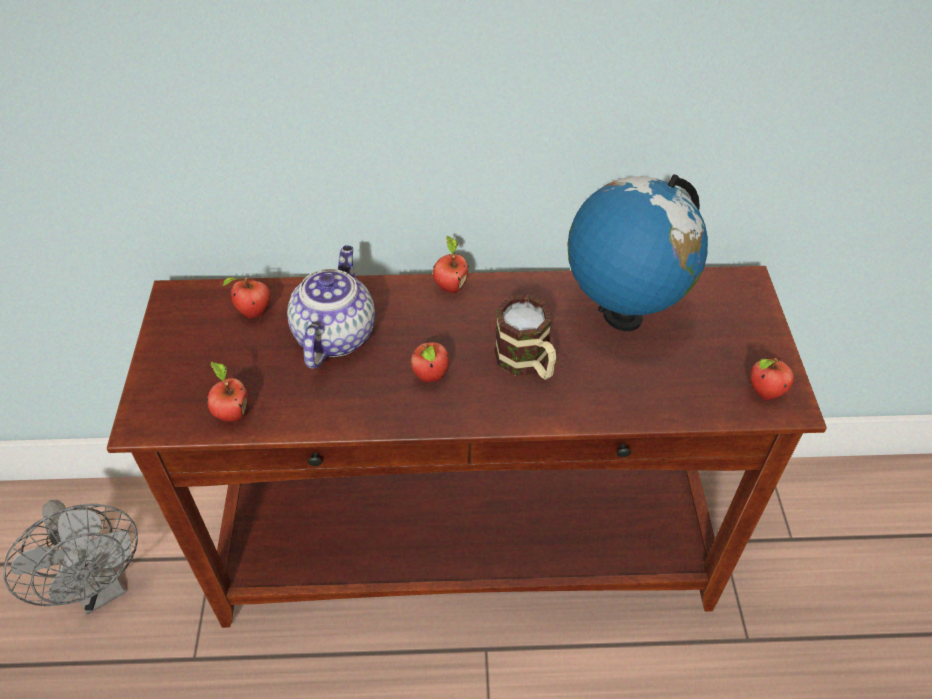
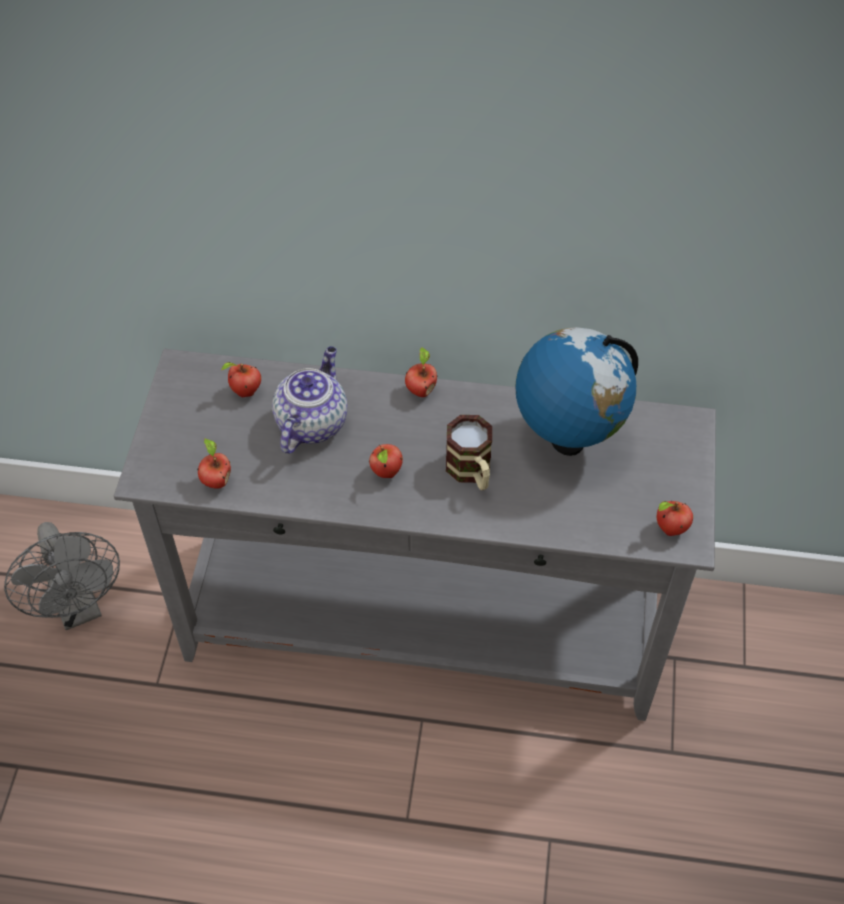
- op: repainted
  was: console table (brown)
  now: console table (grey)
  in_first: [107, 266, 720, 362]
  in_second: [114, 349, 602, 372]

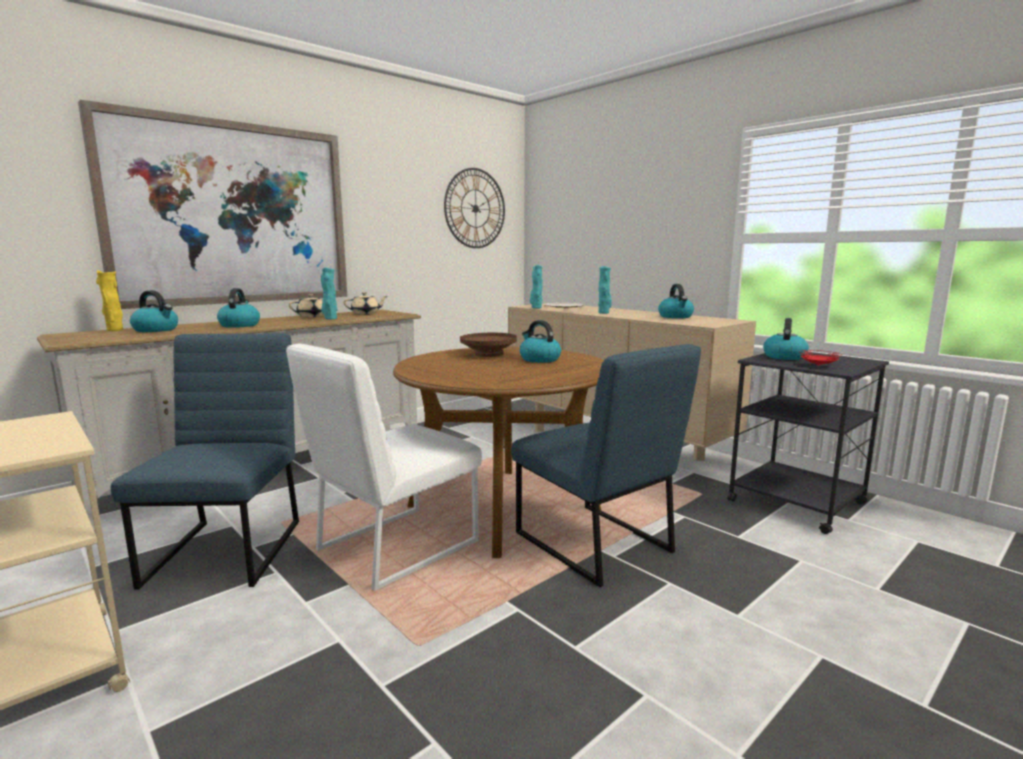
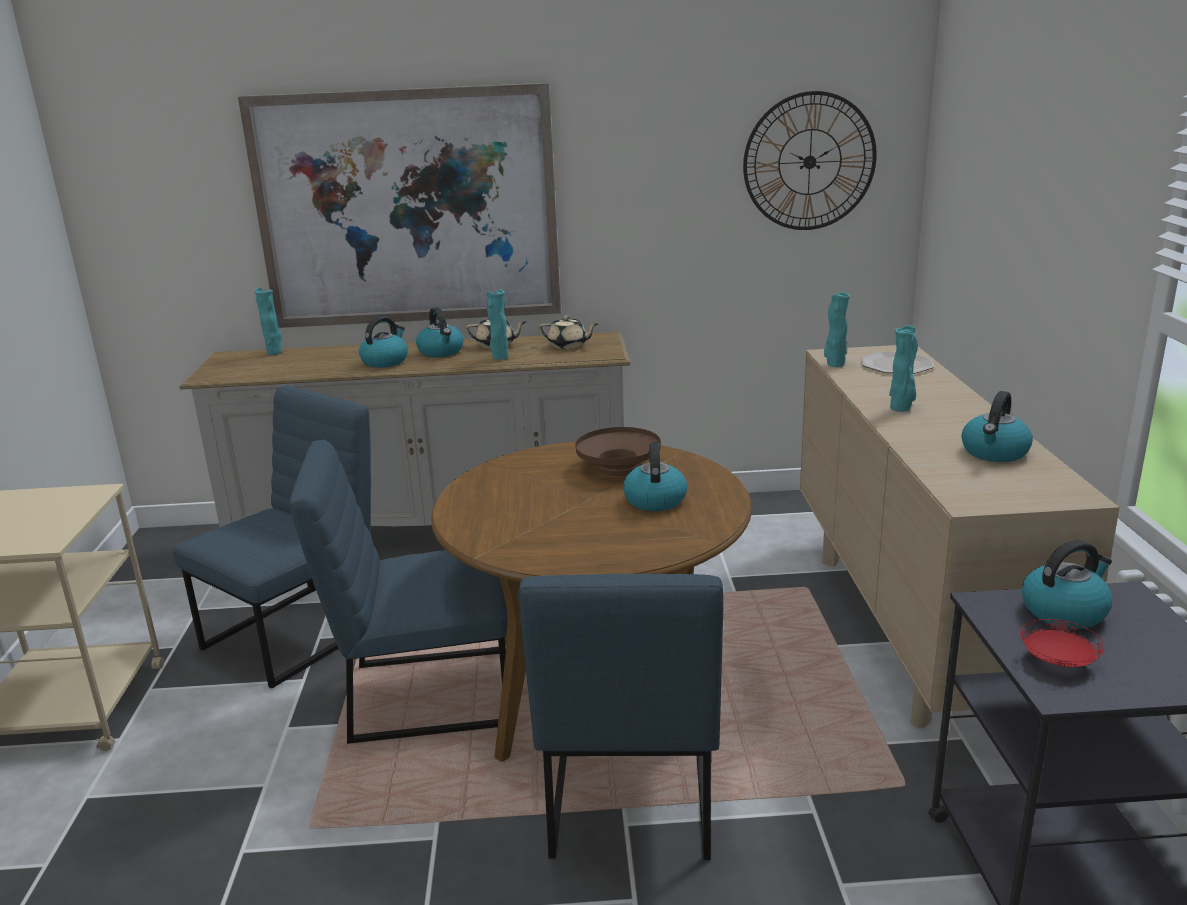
- op: repainted
  was: vase (yellow)
  now: vase (turquoise)
  in_first: [96, 270, 27, 61]
  in_second: [255, 287, 27, 68]
- op: shifted
  was: kettle
  in_first: [130, 290, 48, 42]
  in_second: [416, 307, 48, 50]
- op: repainted
  was: chair (white)
  now: chair (blue)
  in_first: [286, 344, 196, 247]
  in_second: [289, 440, 218, 304]

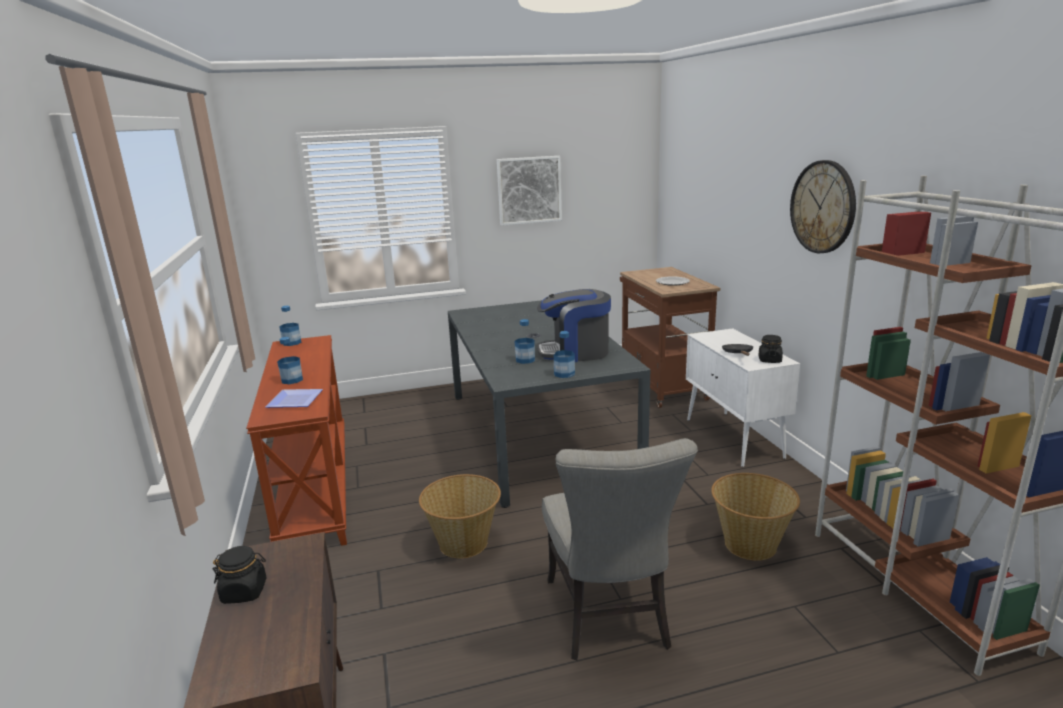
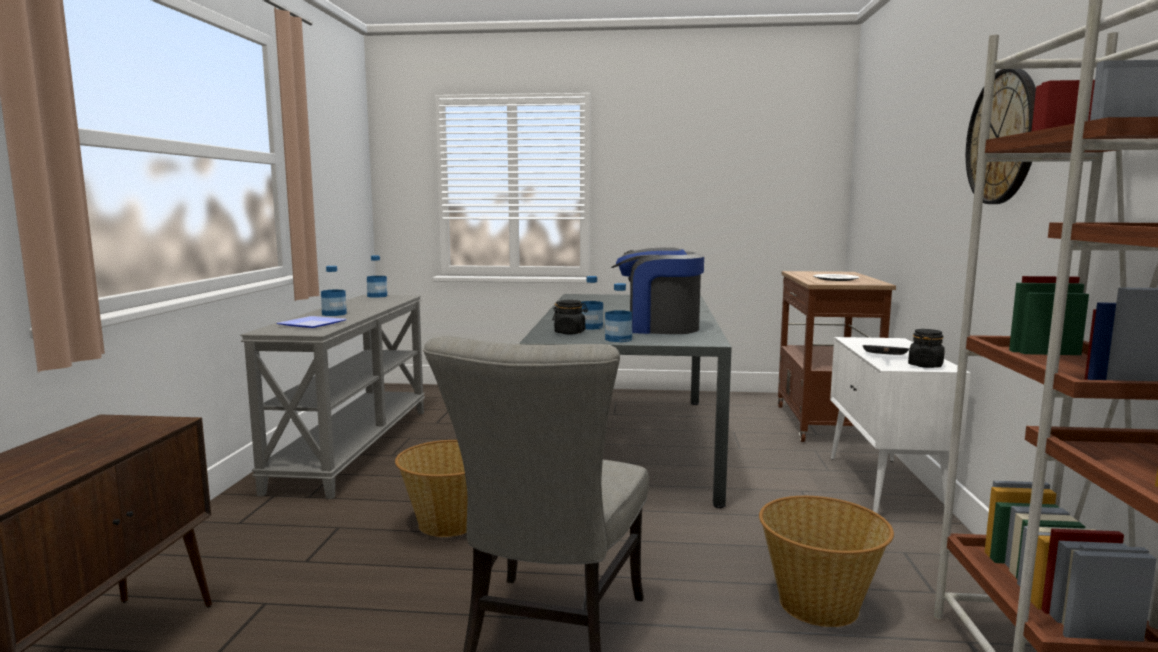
- op: gone
  was: picture
  in_first: [497, 156, 65, 70]
- op: repainted
  was: console table (brown)
  now: console table (grey)
  in_first: [246, 335, 101, 211]
  in_second: [240, 295, 185, 204]
- op: shifted
  was: jar (black)
  in_first: [213, 546, 54, 58]
  in_second: [552, 300, 36, 34]

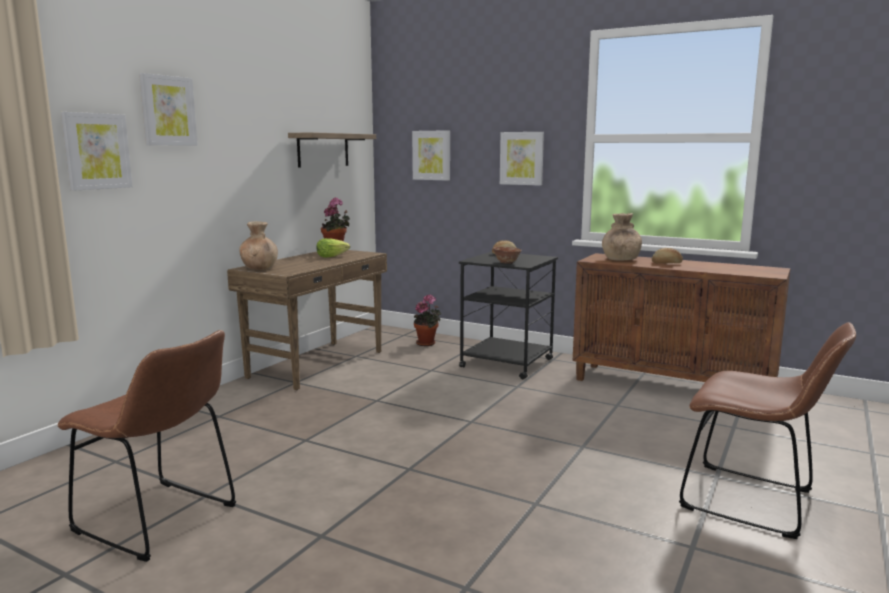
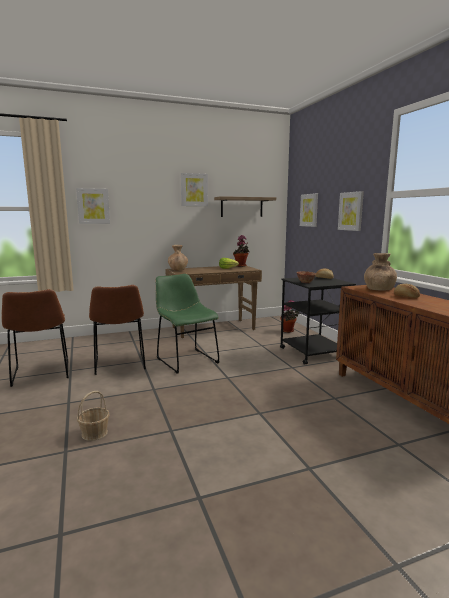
- op: shifted
  was: picture
  in_first: [139, 73, 59, 72]
  in_second: [181, 173, 27, 33]
- op: shifted
  was: chair (brown)
  in_first: [679, 322, 177, 217]
  in_second: [89, 285, 57, 90]
- op: new
  now: chair (green)
  in_second: [156, 274, 64, 100]
- op: new
  now: basket
  in_second: [77, 391, 33, 50]

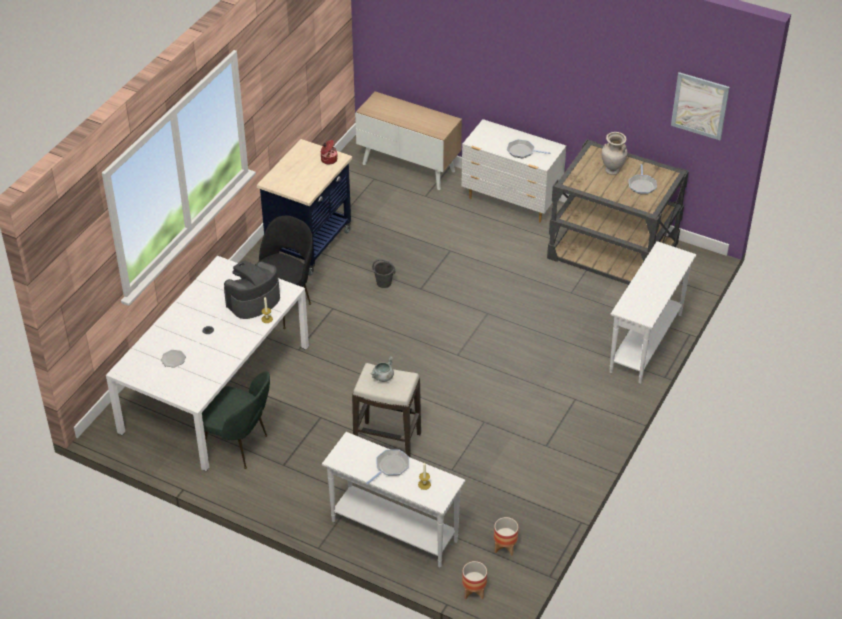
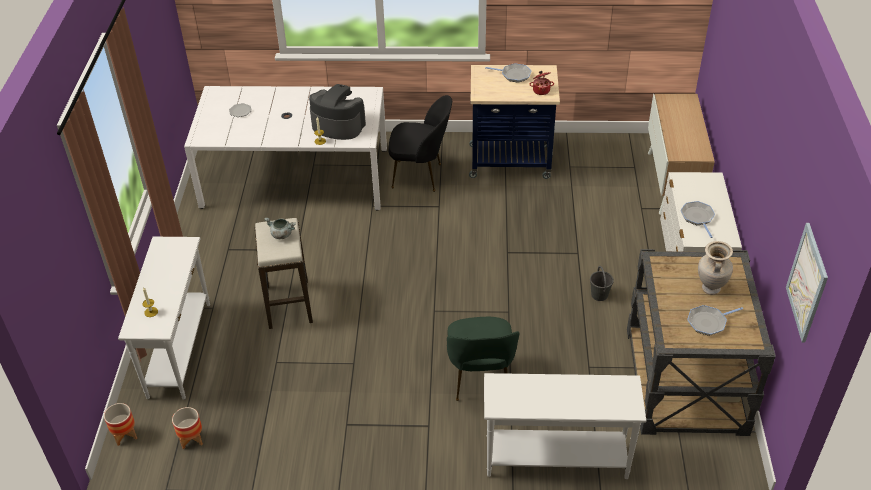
- op: shifted
  was: bucket (grey)
  in_first: [372, 259, 23, 29]
  in_second: [590, 266, 24, 35]
- op: shifted
  was: chair (green)
  in_first: [202, 371, 68, 98]
  in_second: [447, 317, 72, 84]
- op: shifted
  was: frying pan
  in_first: [366, 449, 43, 35]
  in_second: [485, 63, 46, 20]

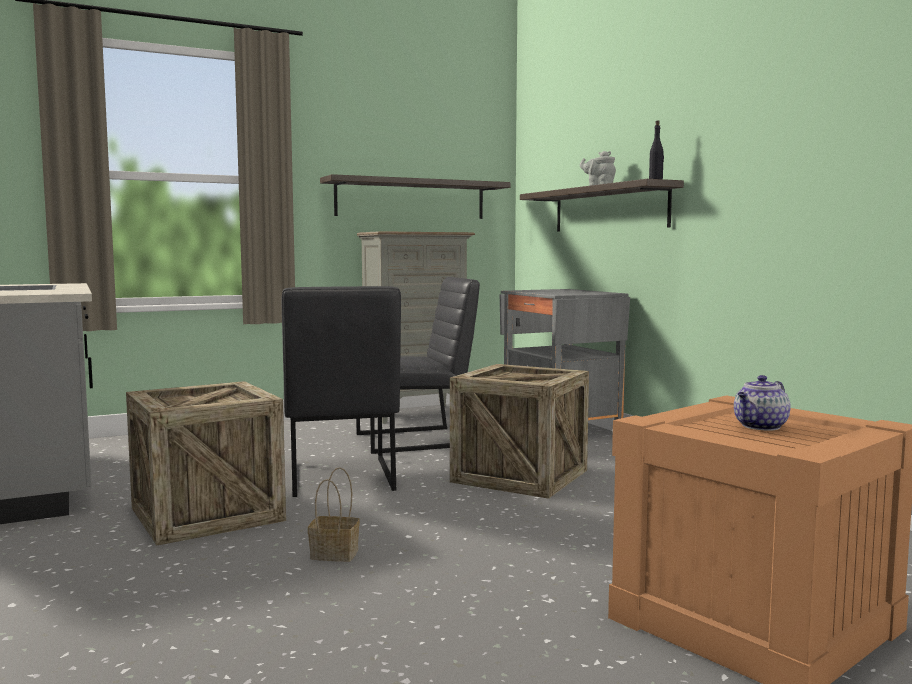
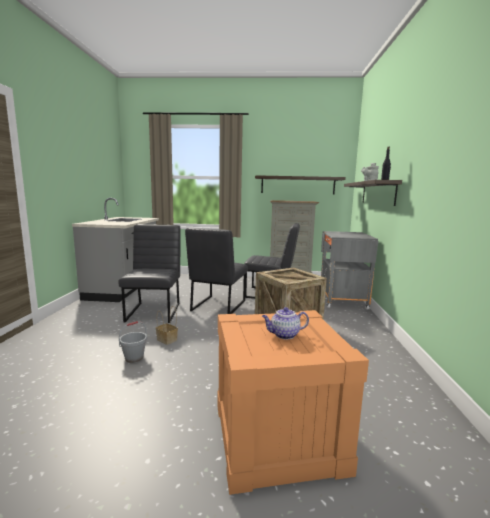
- op: swapped
  was: crate
  now: chair (grey)
  in_first: [126, 381, 160, 165]
  in_second: [118, 224, 63, 99]
- op: new
  now: bucket (grey)
  in_second: [119, 321, 28, 42]

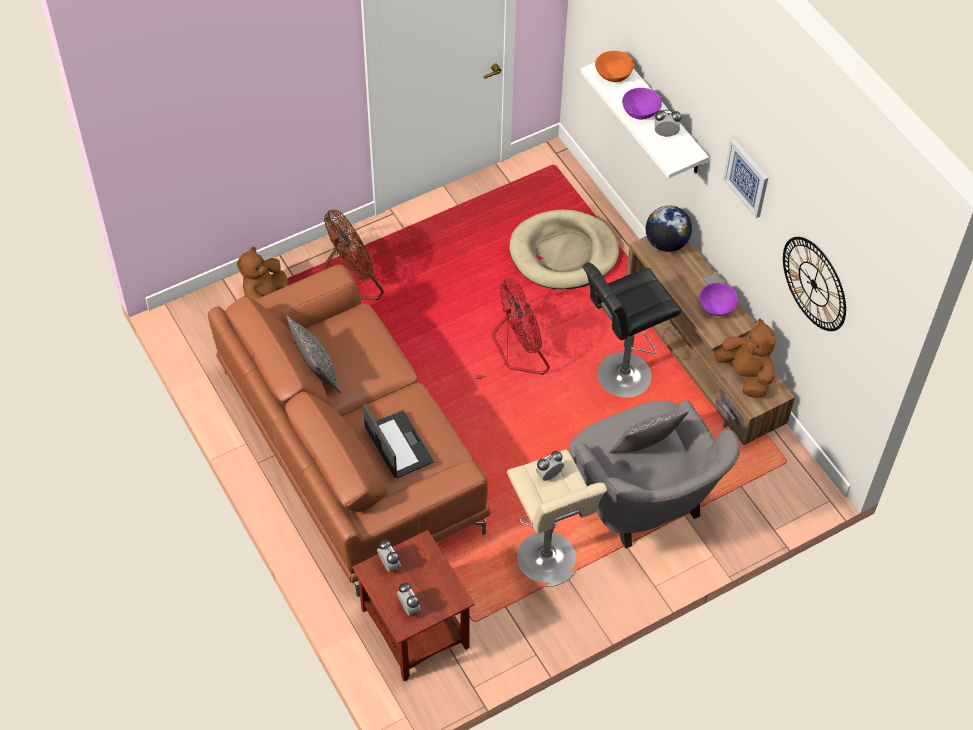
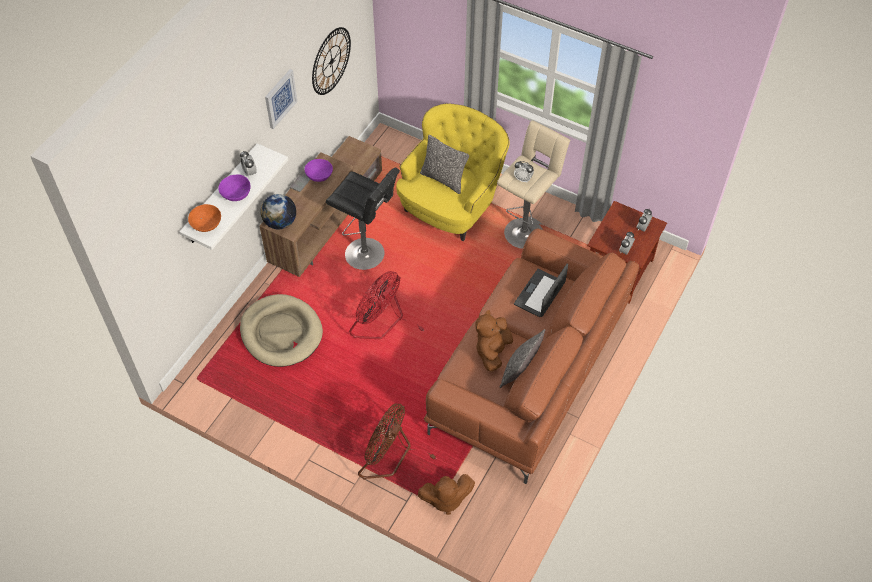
- op: shifted
  was: plush toy (brown)
  in_first: [714, 318, 62, 80]
  in_second: [476, 310, 37, 62]
- op: repainted
  was: armchair (grey)
  now: armchair (yellow)
  in_first: [569, 400, 171, 149]
  in_second: [396, 103, 114, 138]

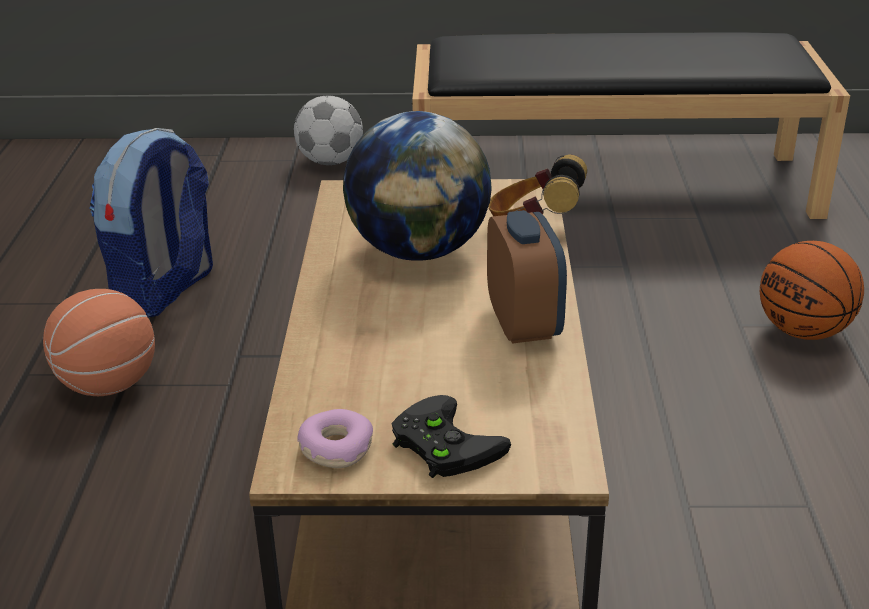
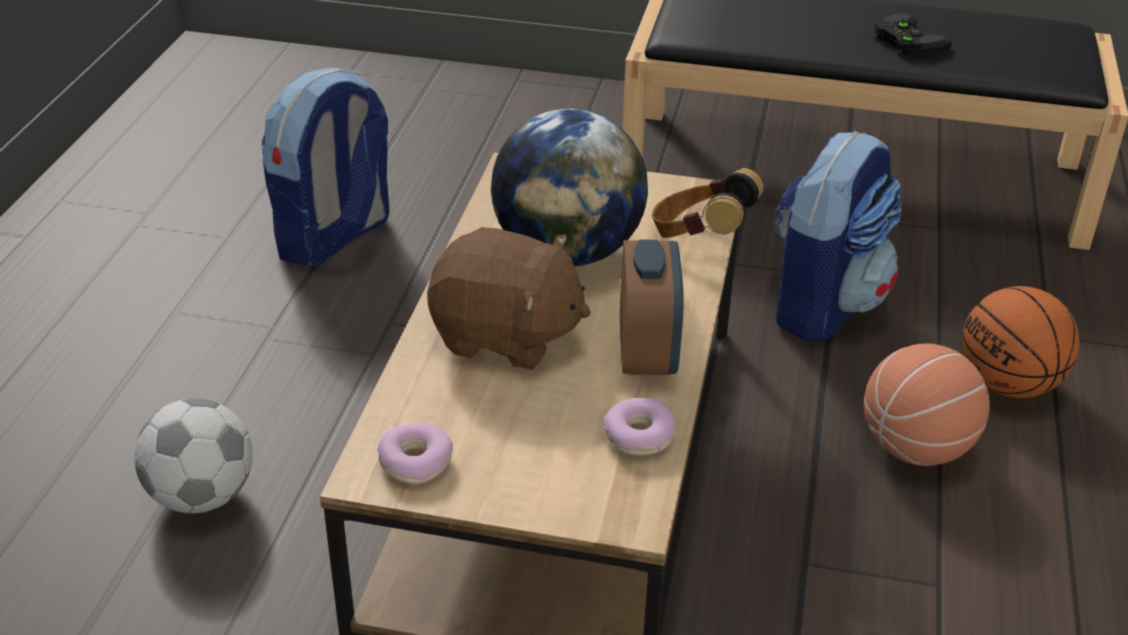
- op: shifted
  was: football
  in_first: [294, 95, 69, 70]
  in_second: [134, 398, 119, 116]
- op: shifted
  was: basketball
  in_first: [43, 289, 112, 107]
  in_second: [864, 344, 126, 122]
- op: shifted
  was: game controller (black)
  in_first: [391, 395, 120, 83]
  in_second: [873, 14, 79, 41]
- op: new
  now: backpack
  in_second: [774, 131, 127, 211]
- op: new
  now: plush toy (brown)
  in_second: [427, 227, 164, 143]
- op: new
  now: donut
  in_second: [603, 398, 72, 58]

